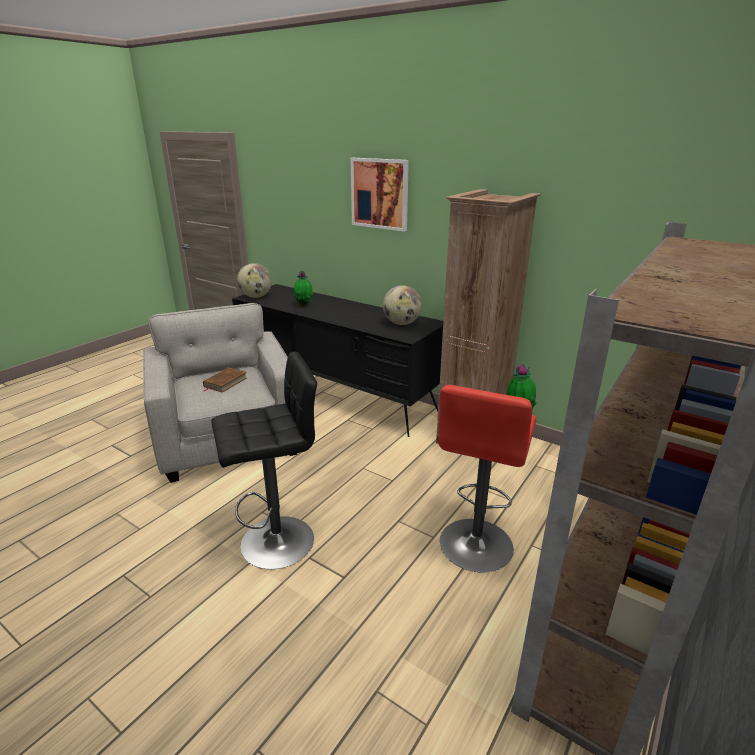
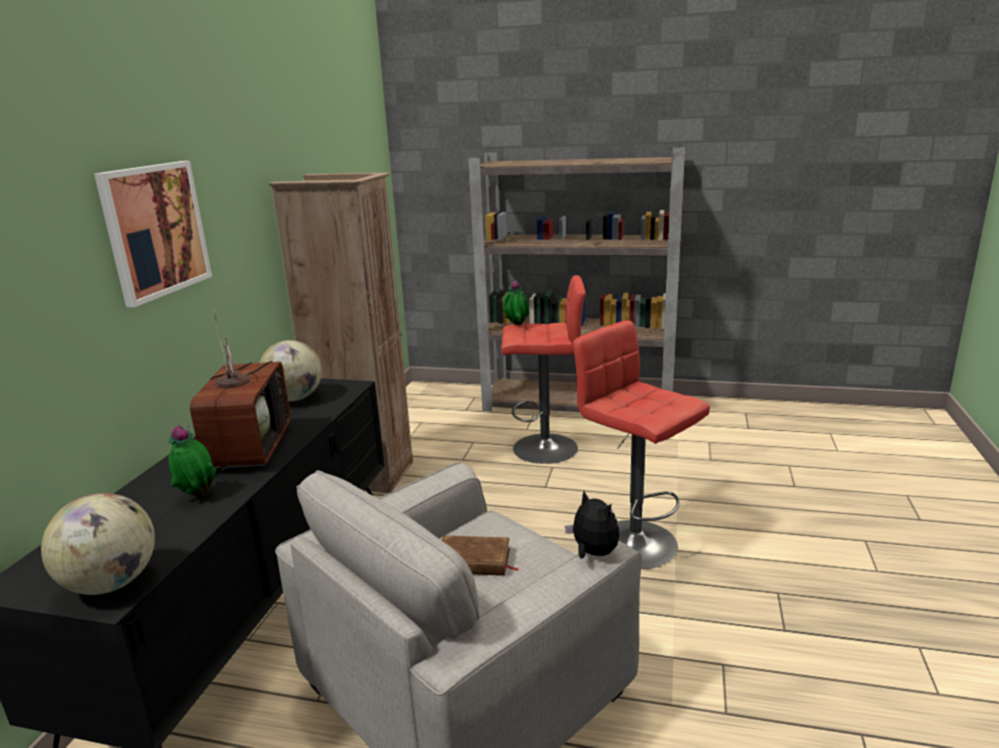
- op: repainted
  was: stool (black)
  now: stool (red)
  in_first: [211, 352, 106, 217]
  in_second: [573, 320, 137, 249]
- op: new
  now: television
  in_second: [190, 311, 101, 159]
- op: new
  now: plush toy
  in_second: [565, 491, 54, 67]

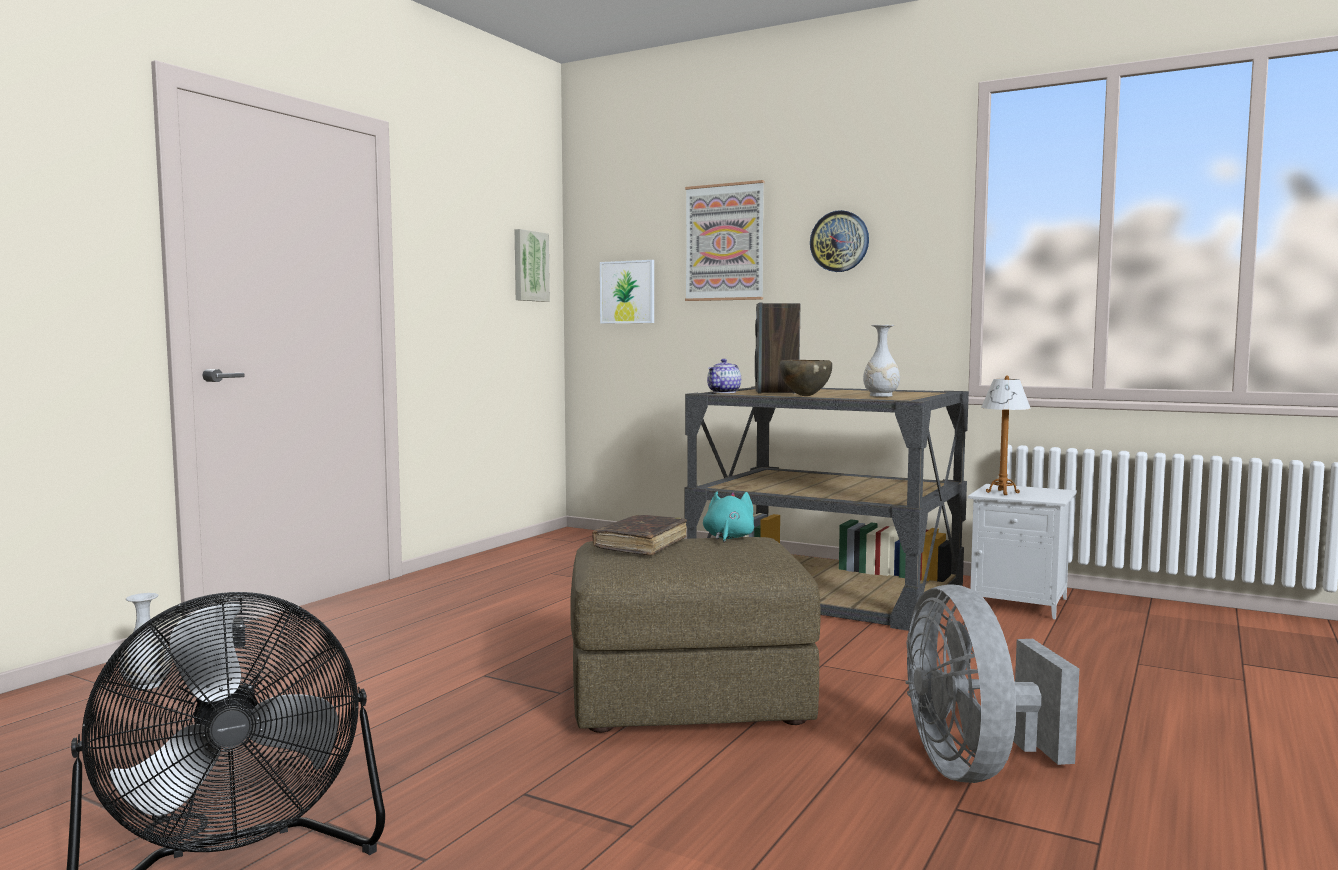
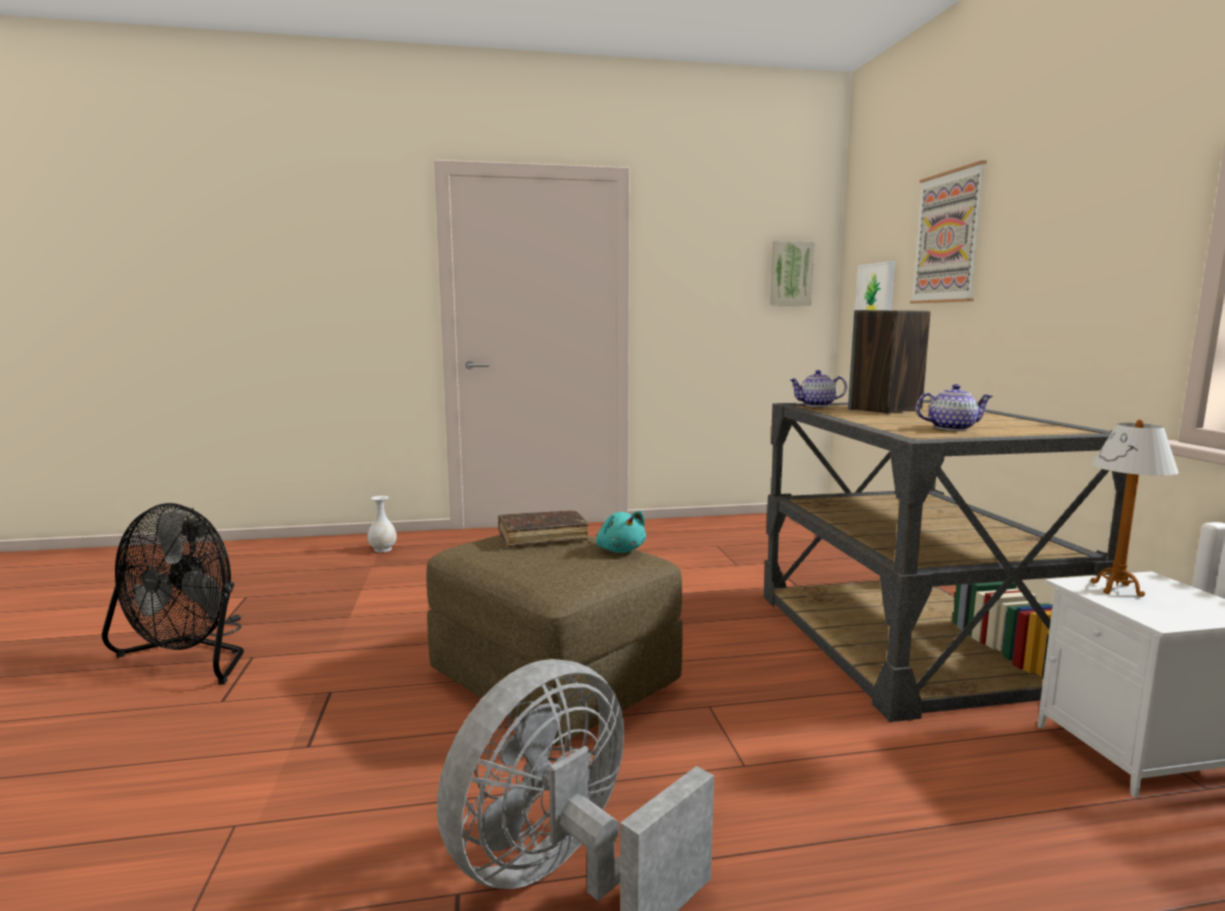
- op: gone
  was: wall clock
  in_first: [810, 210, 59, 62]
- op: swapped
  was: vase (white)
  now: teapot
  in_first: [863, 325, 37, 72]
  in_second: [916, 384, 77, 47]
- op: gone
  was: bowl (brown)
  in_first: [780, 360, 52, 36]
- op: rotated
  was: plush toy (turquoise)
  in_first: [703, 492, 51, 51]
  in_second: [596, 511, 50, 42]
  clockwise: 90

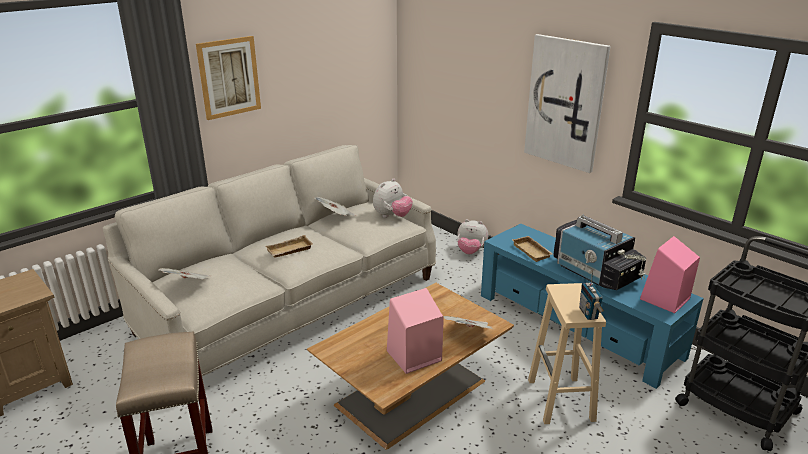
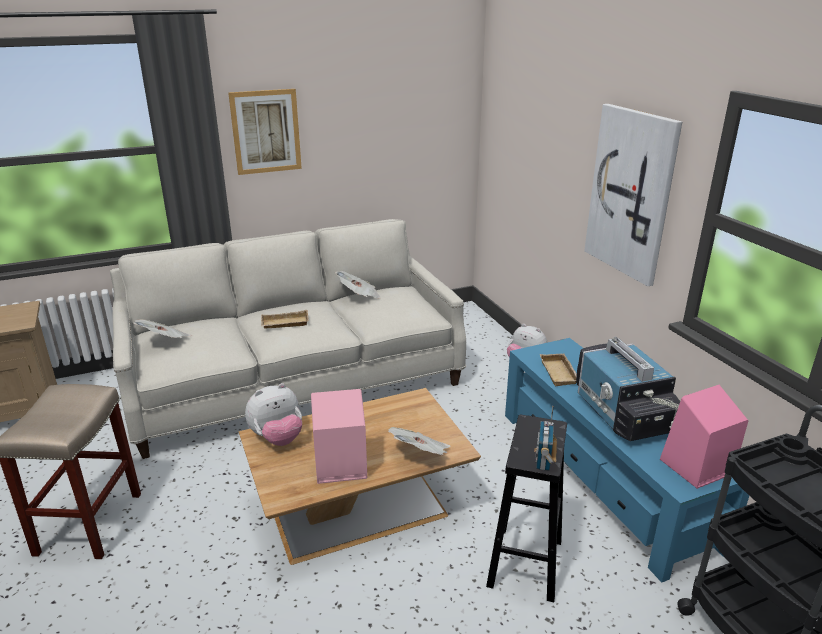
- op: shifted
  was: plush toy
  in_first: [373, 178, 40, 40]
  in_second: [245, 383, 57, 63]
- op: repainted
  was: stool (beige)
  now: stool (black)
  in_first: [528, 283, 78, 141]
  in_second: [486, 415, 81, 187]

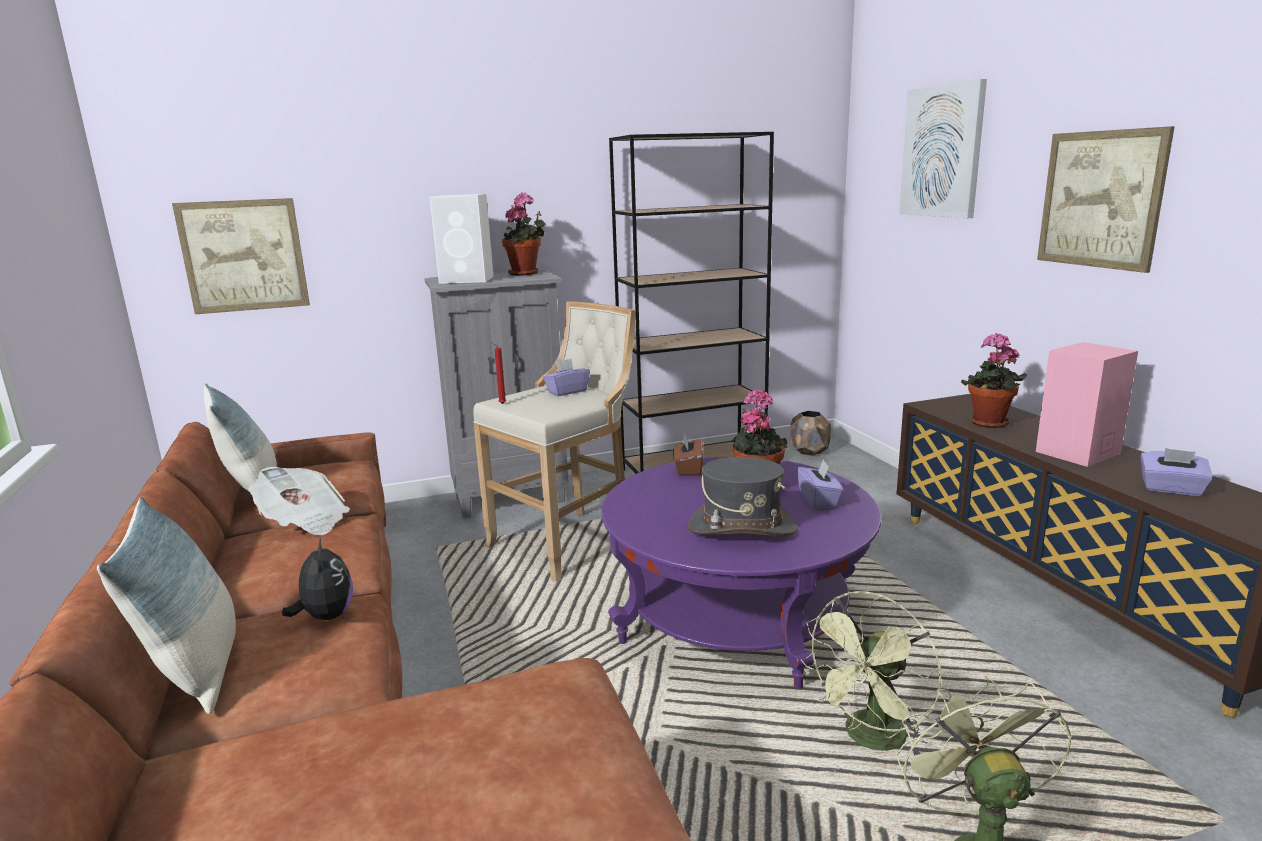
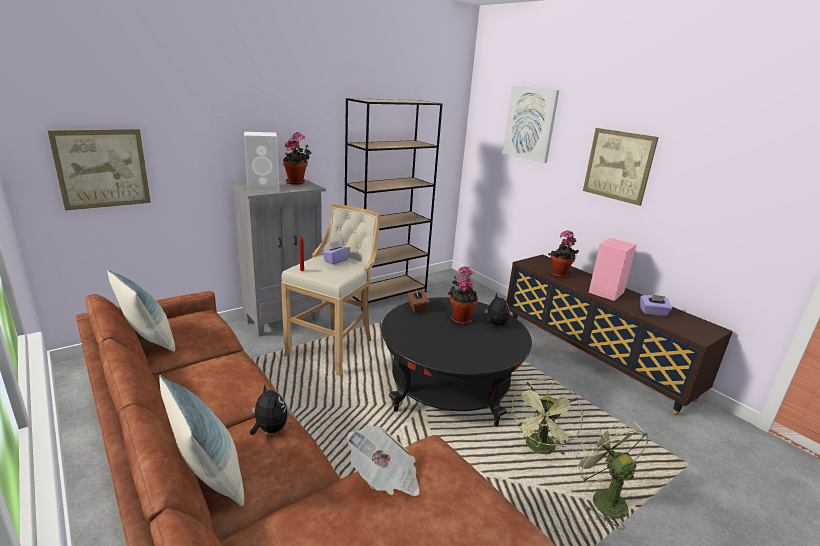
- op: gone
  was: planter (brown)
  in_first: [790, 411, 41, 45]
- op: repainted
  was: coffee table (purple)
  now: coffee table (black)
  in_first: [601, 457, 280, 232]
  in_second: [381, 297, 151, 129]
- op: gone
  was: hat (grey)
  in_first: [687, 457, 110, 79]
- op: swapped
  was: tissue box (purple)
  now: plush toy
  in_first: [797, 459, 47, 50]
  in_second: [484, 293, 26, 33]
- op: shifted
  was: newspaper
  in_first: [248, 467, 102, 68]
  in_second: [347, 426, 73, 70]

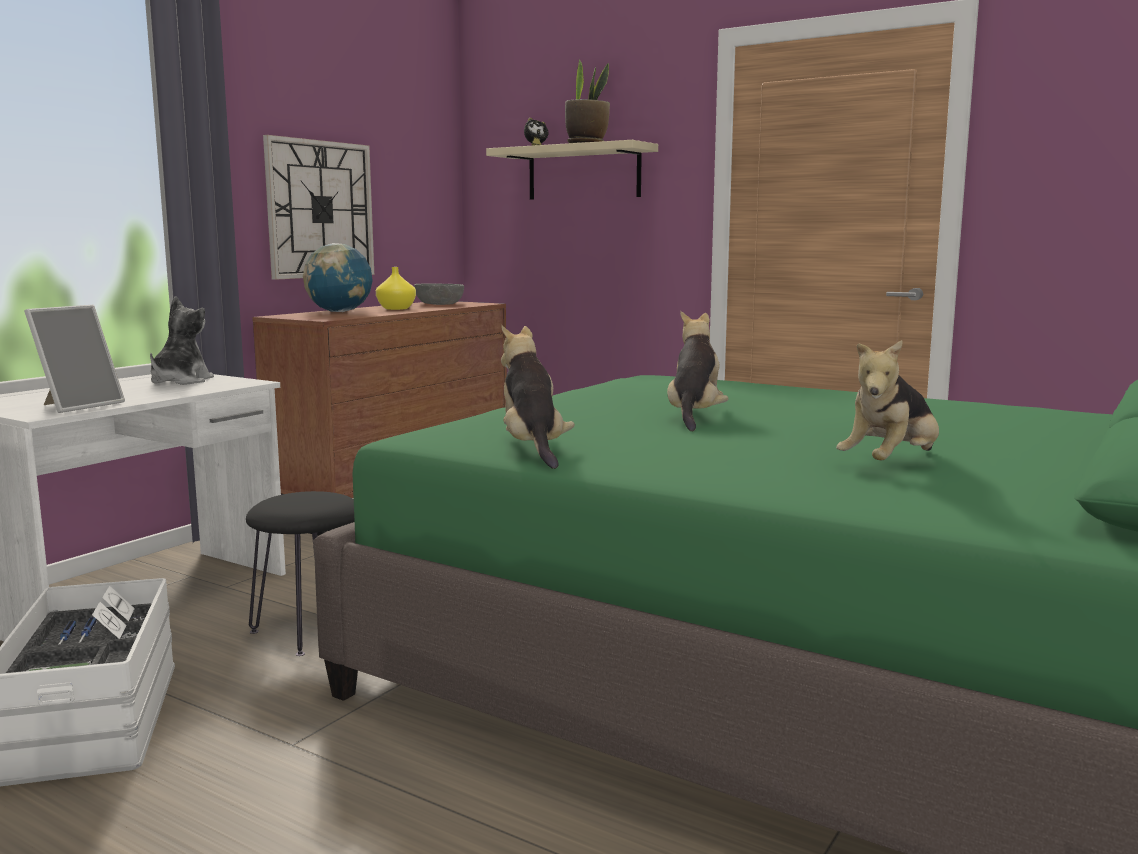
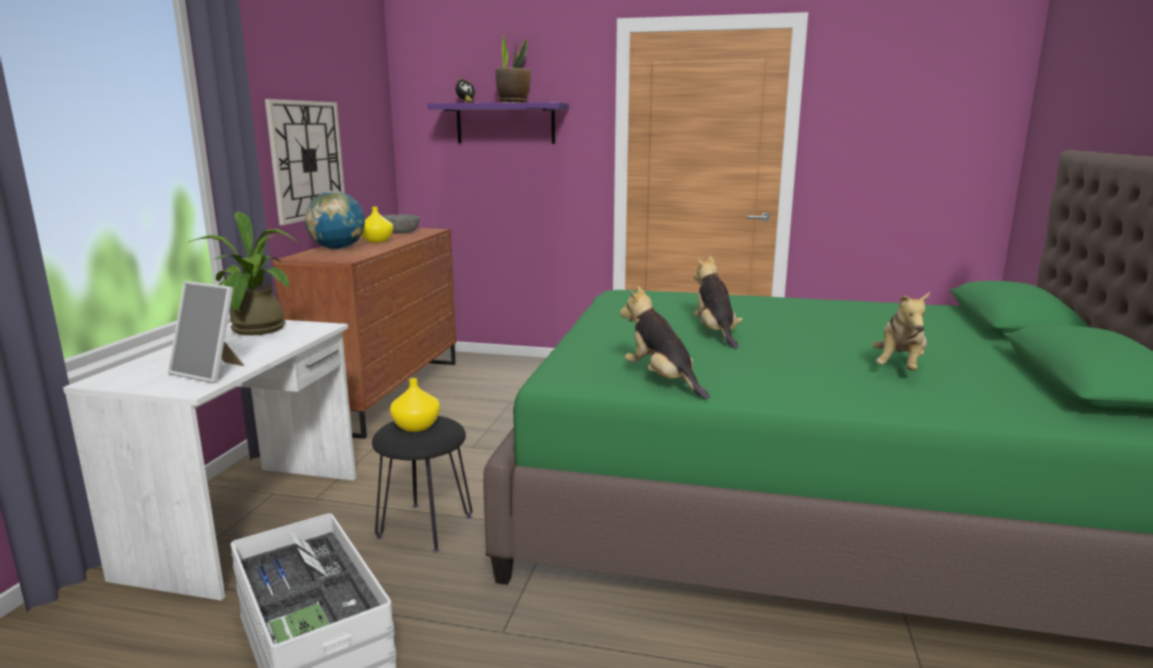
- op: repainted
  was: shelf (beige)
  now: shelf (purple)
  in_first: [486, 140, 172, 60]
  in_second: [427, 102, 142, 42]
- op: swapped
  was: plush toy
  now: potted plant
  in_first: [150, 296, 64, 89]
  in_second: [189, 211, 109, 124]
- op: rotated
  was: picture frame
  in_first: [24, 305, 101, 108]
  in_second: [168, 281, 76, 102]
  clockwise: 105
- op: new
  now: vase (yellow)
  in_second: [390, 378, 50, 54]

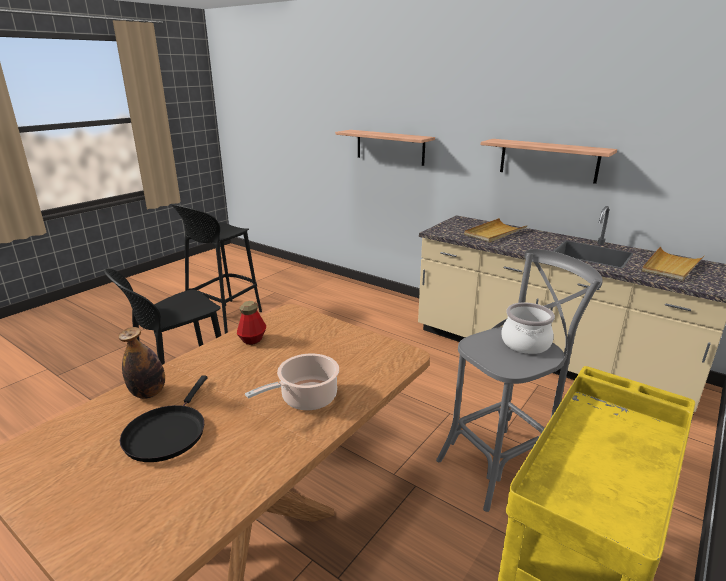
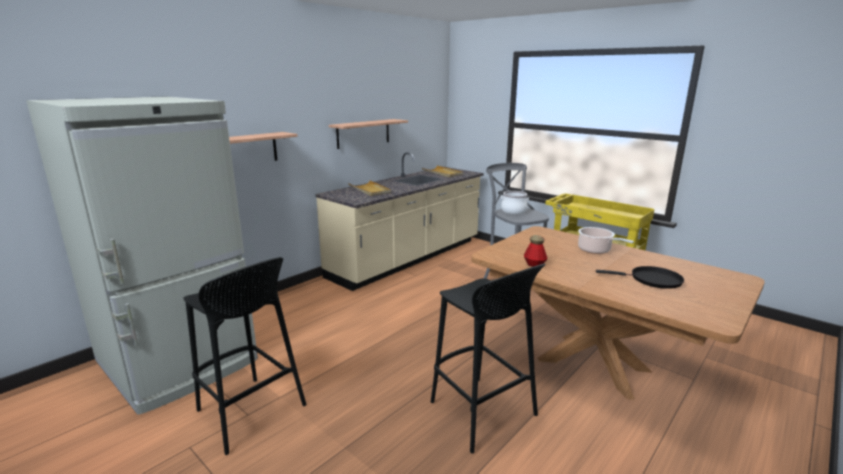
- op: gone
  was: bottle
  in_first: [118, 327, 47, 72]
- op: new
  now: fridge (white)
  in_second: [26, 96, 232, 319]

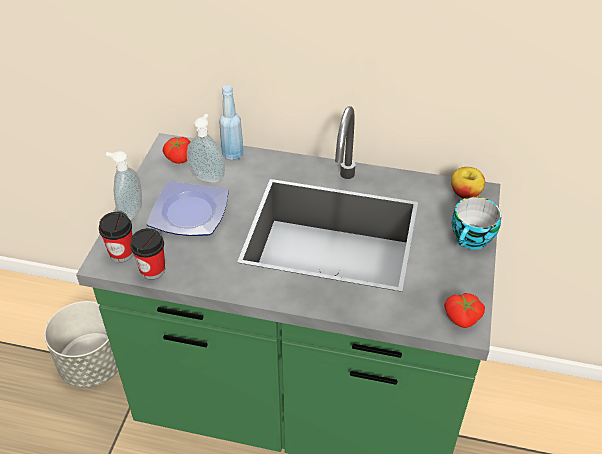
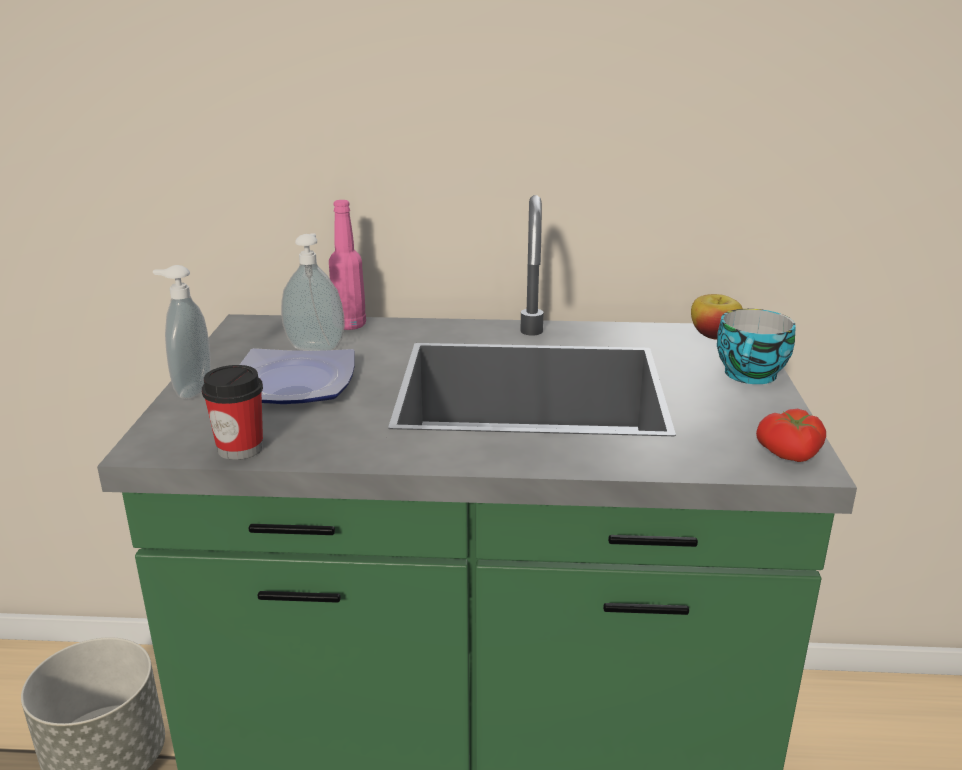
- op: repainted
  was: bottle (blue)
  now: bottle (pink)
  in_first: [219, 85, 24, 76]
  in_second: [329, 200, 37, 130]
- op: gone
  was: tomato
  in_first: [163, 137, 28, 27]
- op: gone
  was: cup
  in_first: [99, 212, 35, 50]

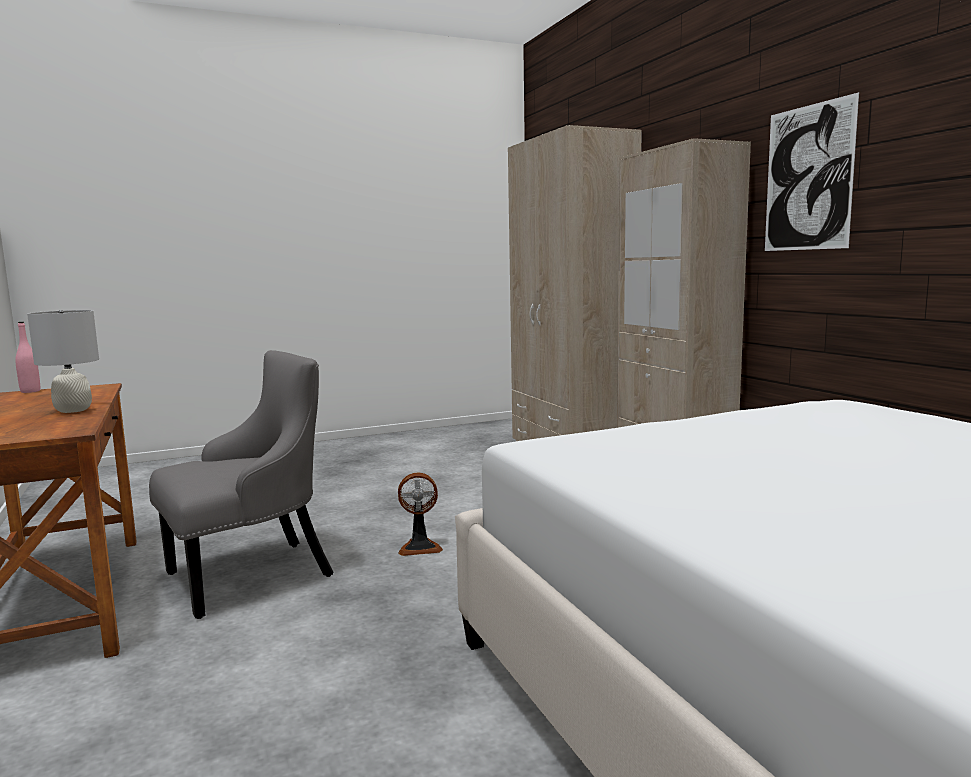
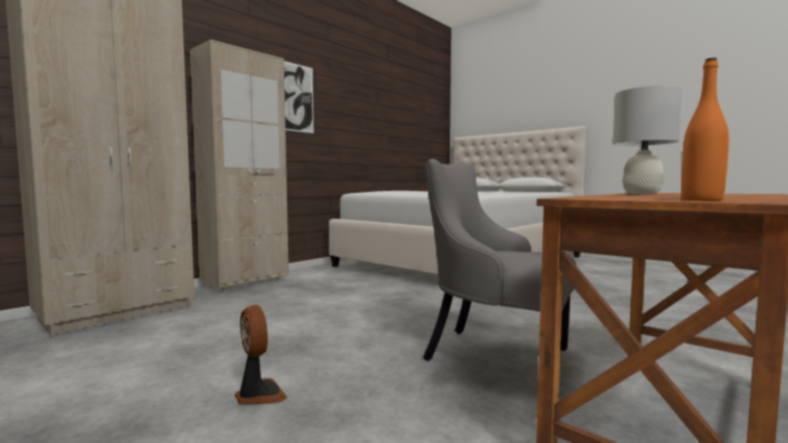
- op: repainted
  was: bottle (pink)
  now: bottle (orange)
  in_first: [15, 322, 25, 71]
  in_second: [681, 58, 48, 143]
- op: shifted
  was: fan
  in_first: [398, 473, 45, 83]
  in_second: [234, 305, 53, 99]

